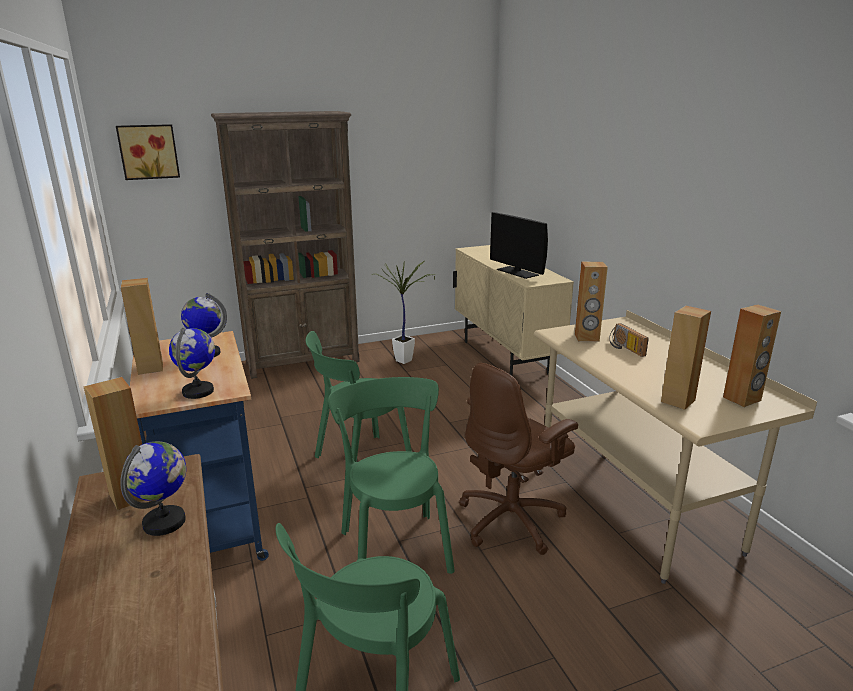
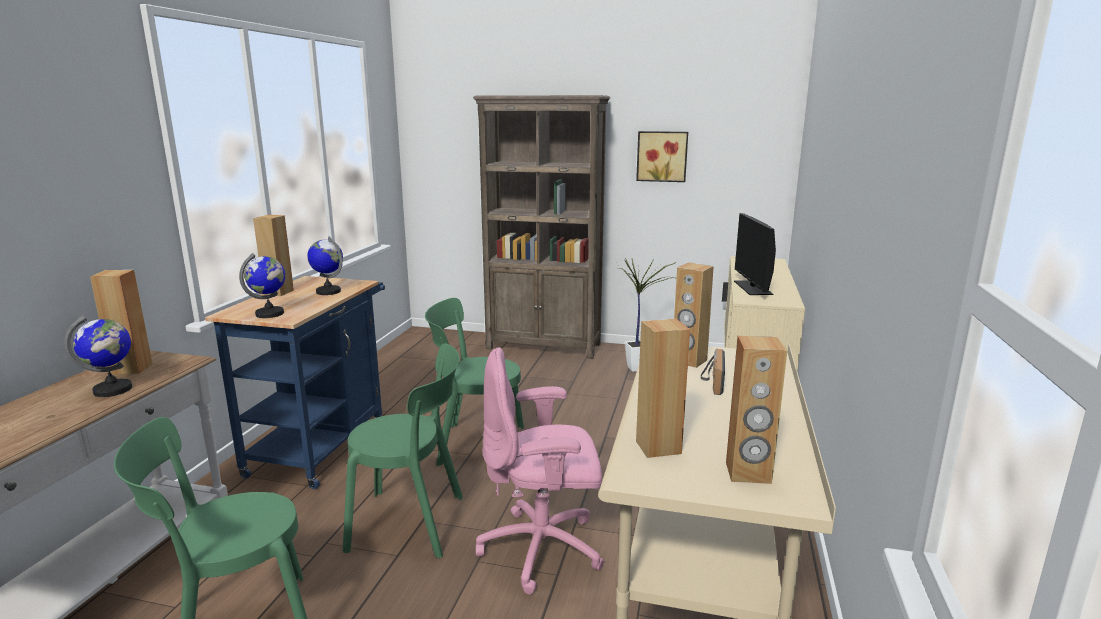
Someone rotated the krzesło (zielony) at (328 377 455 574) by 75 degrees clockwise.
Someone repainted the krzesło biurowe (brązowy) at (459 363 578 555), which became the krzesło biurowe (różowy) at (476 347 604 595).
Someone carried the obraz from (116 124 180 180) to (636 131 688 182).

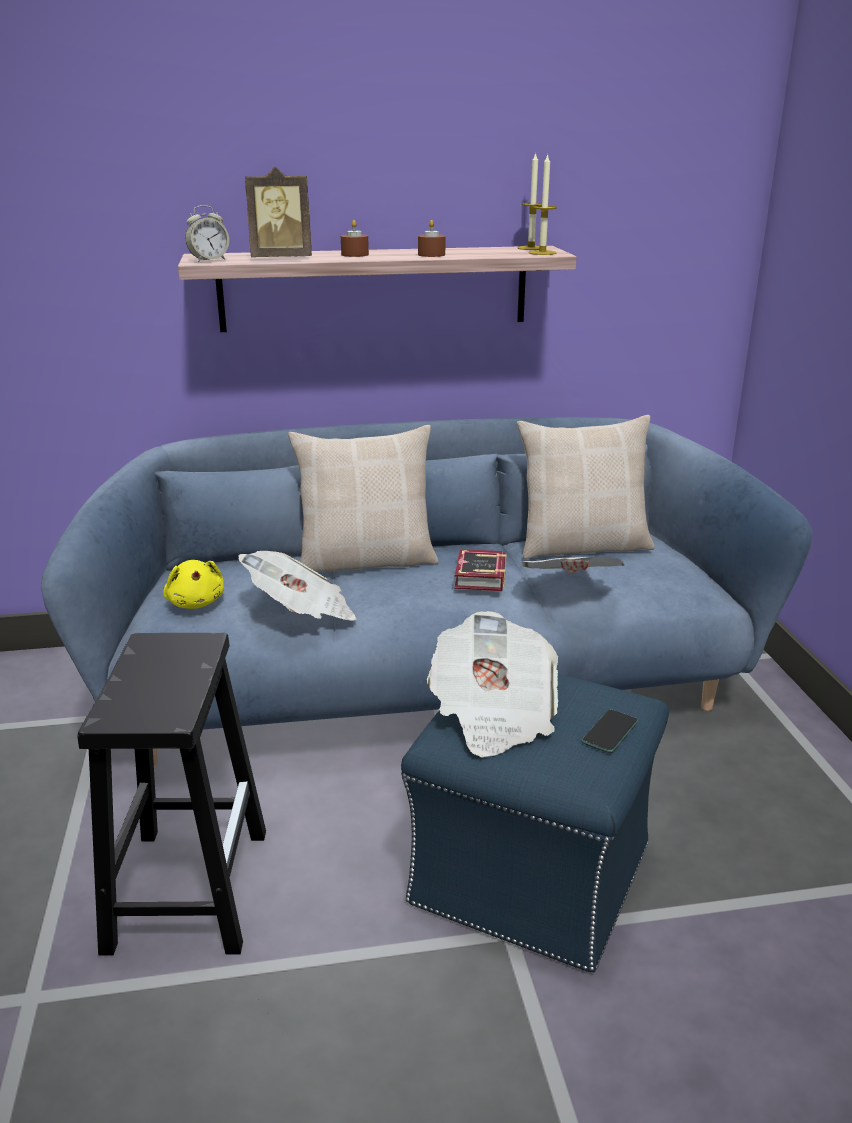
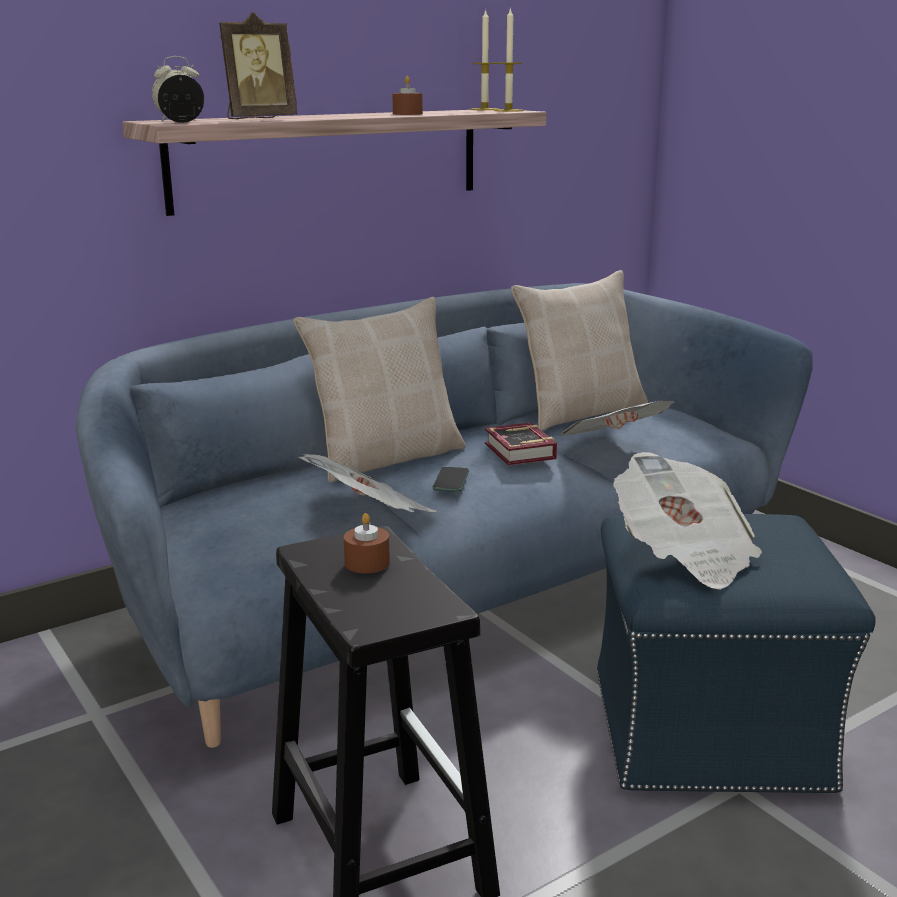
Someone rotated the budzik at (185 205 229 262) by 150 degrees counterclockwise.
Someone carried the świeca (brązowy) from (341 220 369 257) to (344 513 390 574).
Someone carried the telefon from (582 709 638 753) to (432 467 469 492).
Someone took away the pluszak (żółty) at (163 560 224 609).

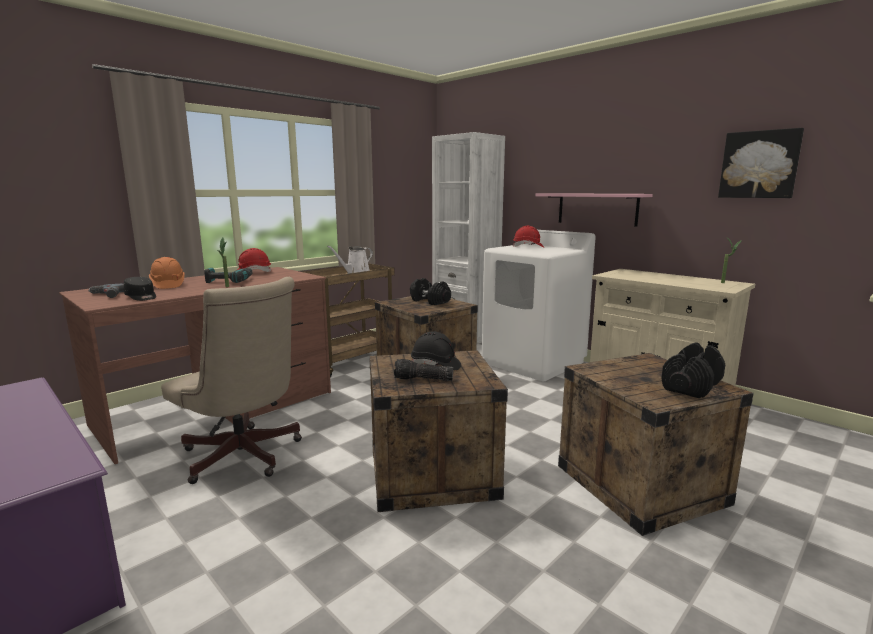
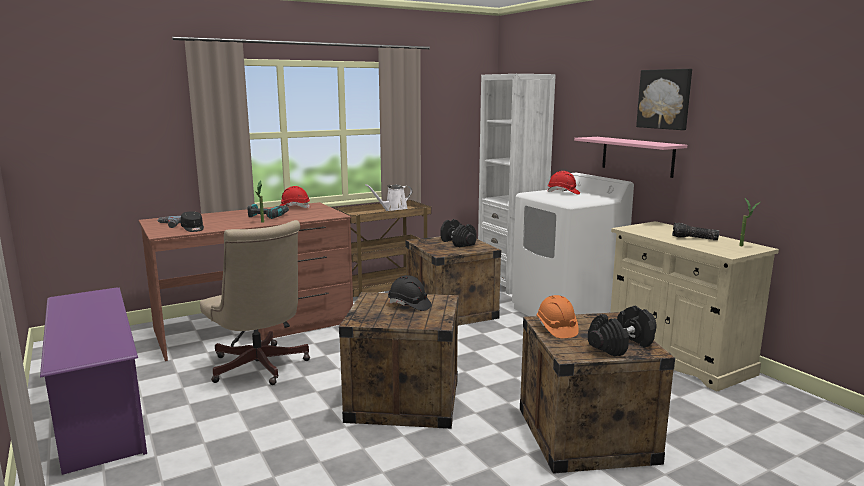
Someone carried the kask (pomarańczowy) from (149 257 185 289) to (536 295 579 338).
Someone carried the obraz from (718 128 804 198) to (636 69 692 130).
Someone carried the latarka from (394 359 454 381) to (672 223 719 240).

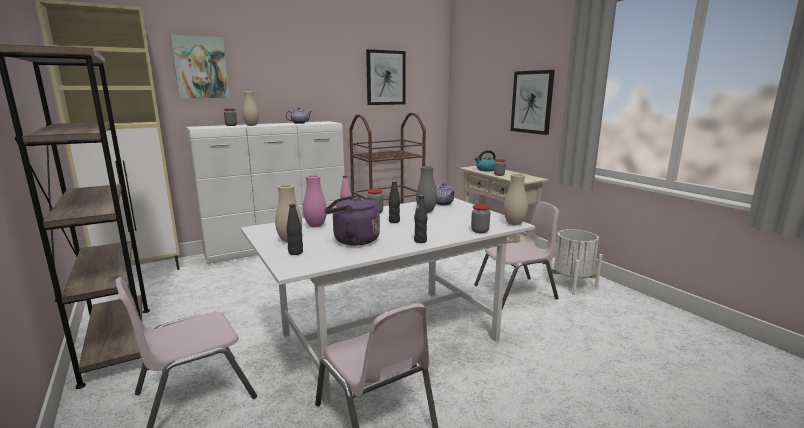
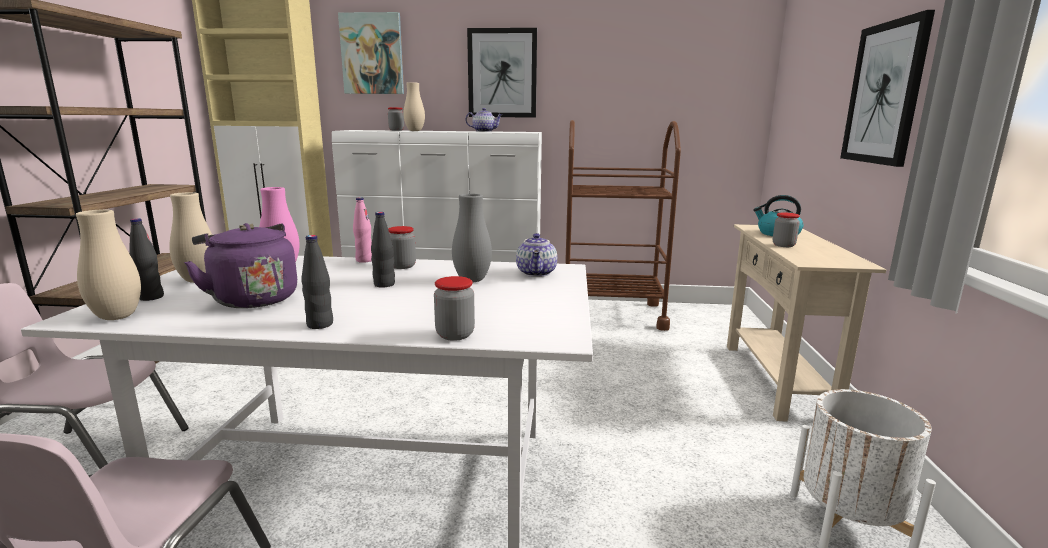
Someone carried the wazon (beżowy) from (504 174 528 225) to (76 209 141 320).
Someone carried the obraz from (366 49 406 105) to (467 28 537 118).
Someone took away the krzesło (różowy) at (474 202 559 309).

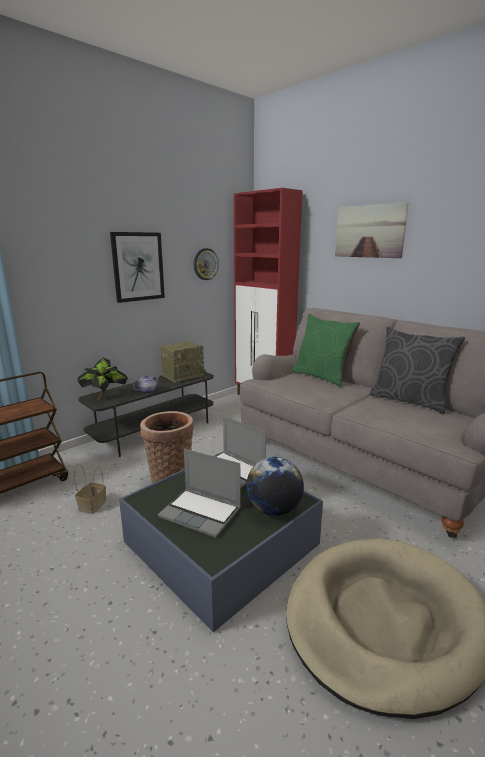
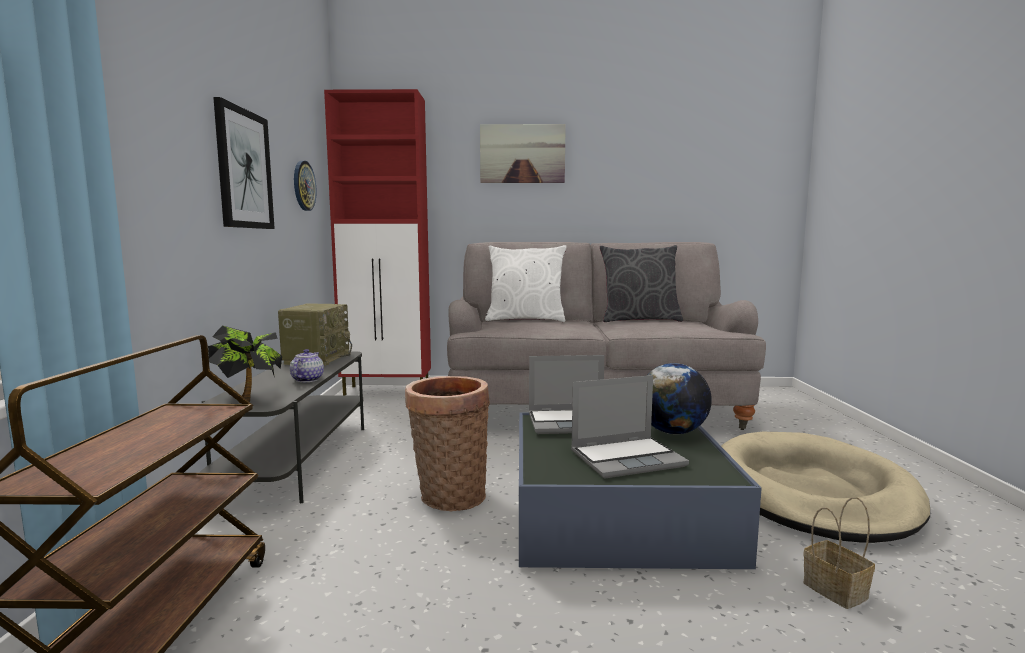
Someone repainted the poduszka (zielony) at (292 314 360 387), which became the poduszka (biały) at (485 245 567 322).
Someone carried the koszyk from (74 464 106 514) to (803 497 875 609).

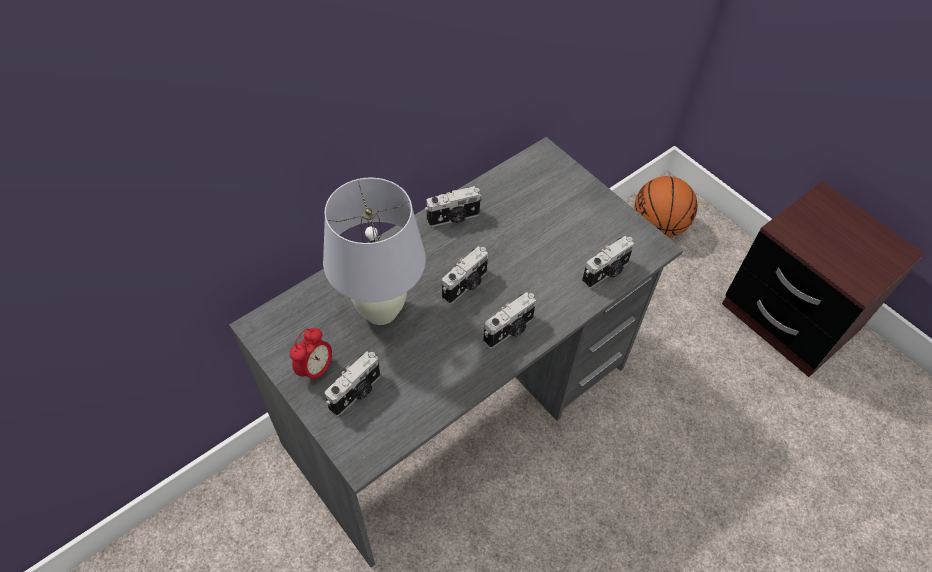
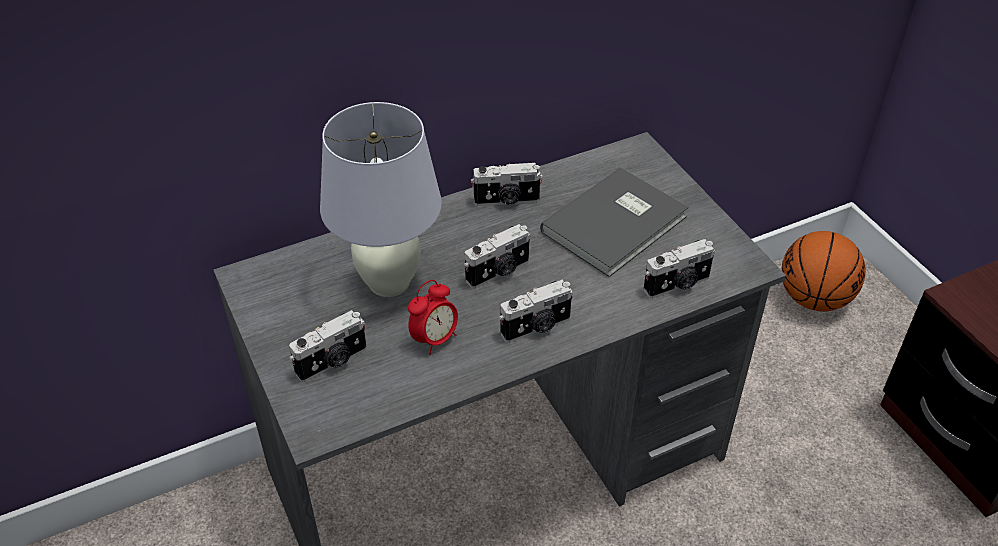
Someone carried the budzik from (290 328 333 385) to (408 280 458 355).
Someone put down the książka (szary) at (540 168 689 277).

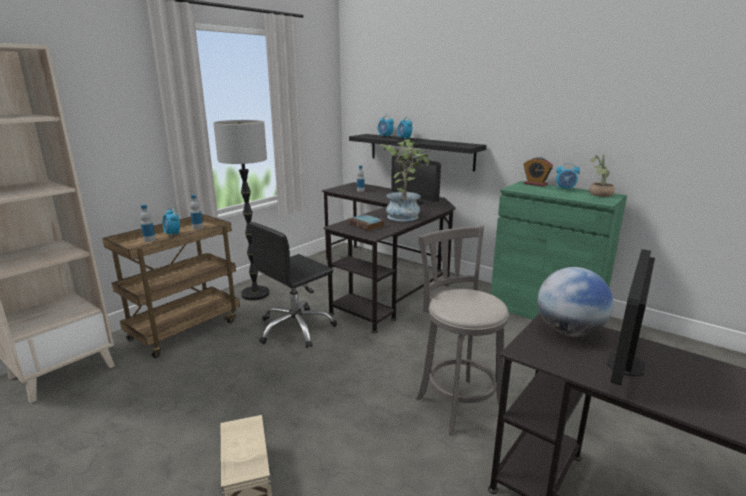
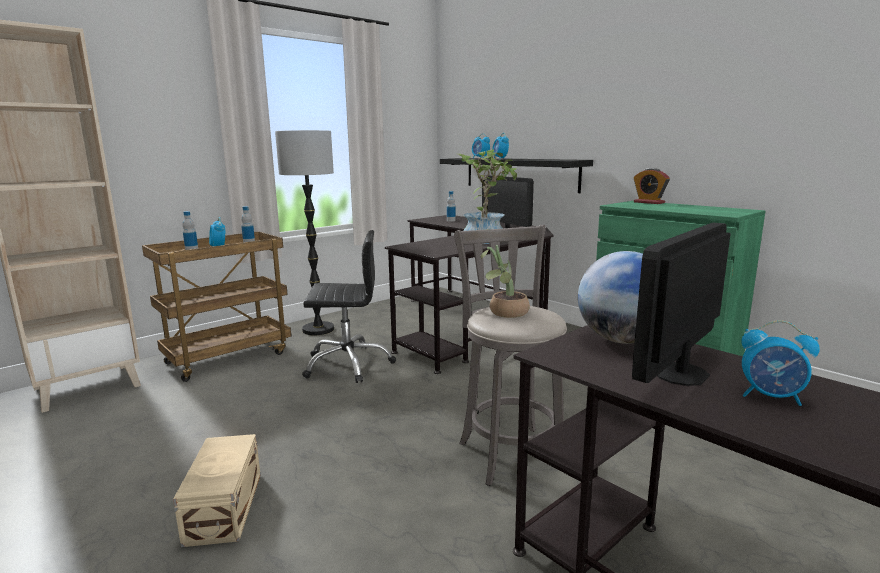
Someone rotated the krzesło biurowe (czarny) at (249 222 337 348) by 150 degrees counterclockwise.
Someone carried the roślina doniczkowa from (589 154 615 197) to (480 245 530 318).
Someone carried the budzik from (556 163 580 191) to (741 320 820 406).
Someone took away the książka at (348 214 385 231).

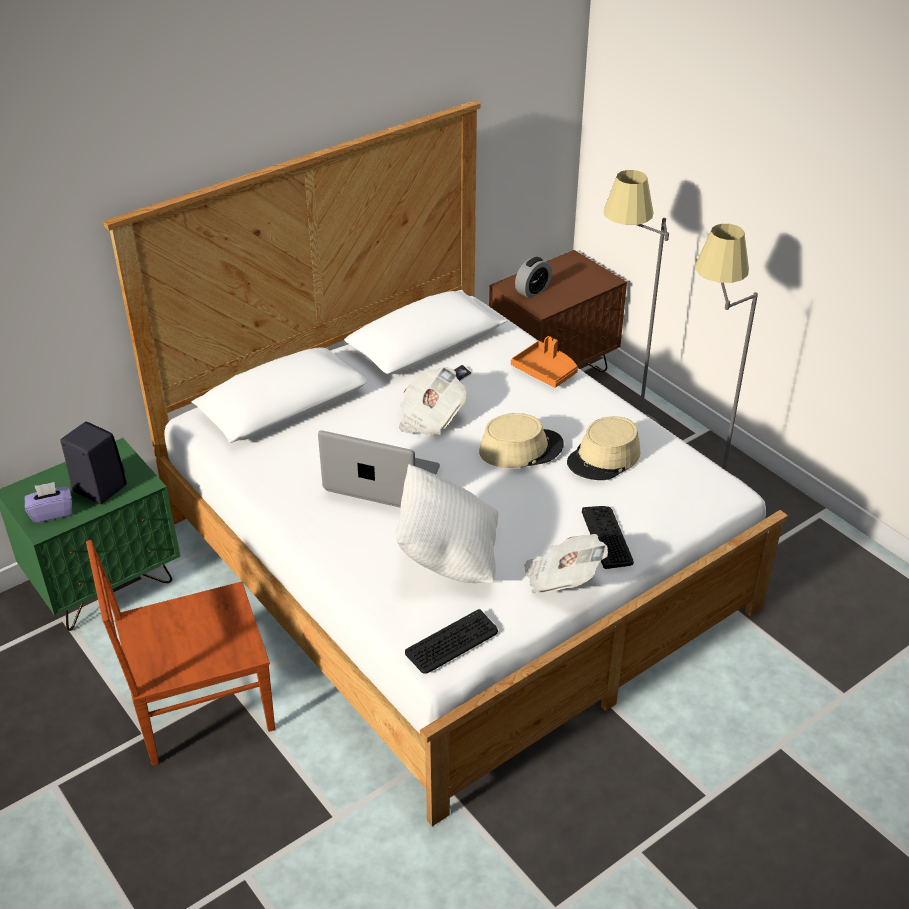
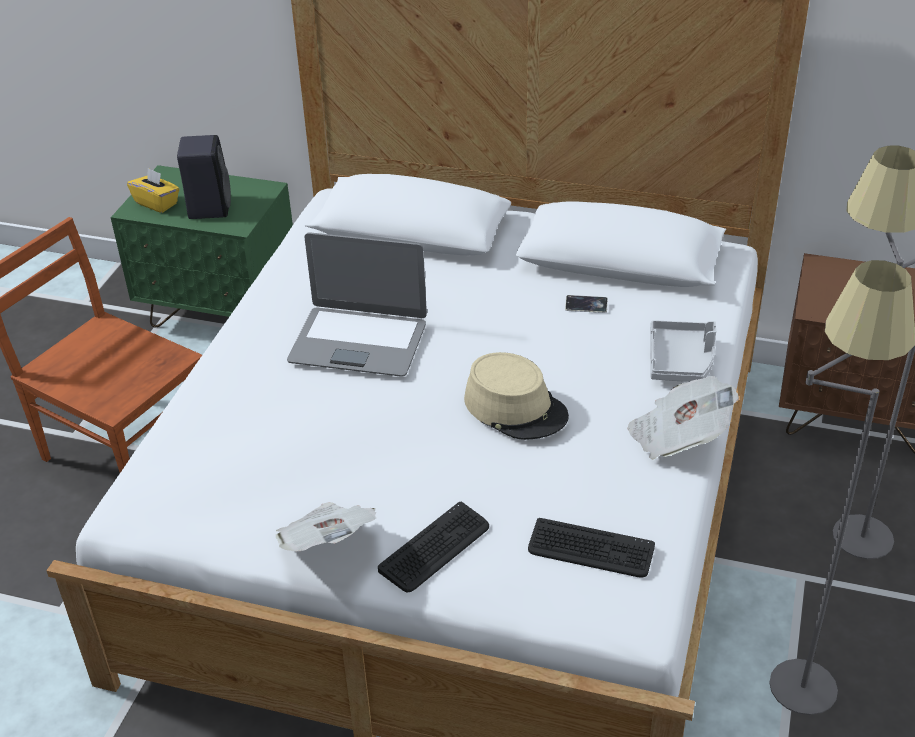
Someone repainted the pudełko chusteczek (fioletowy) at (25 482 72 523), which became the pudełko chusteczek (żółty) at (127 168 179 213).
Someone rotated the laptop at (318 430 440 508) by 120 degrees clockwise.
Someone carried the klawiatura from (405 609 498 674) to (528 518 655 578).
Someone carried the gazeta from (399 367 467 435) to (627 376 739 460).
Someone repainted the taca (pomarańczowy) at (511 336 578 388), which became the taca (szary) at (650 320 716 382).
Someone took away the poduszka (biały) at (395 464 499 583).
Someone took away the budzik at (515 257 552 299).
Someone took away the kapelusz (beżowy) at (567 416 641 480).

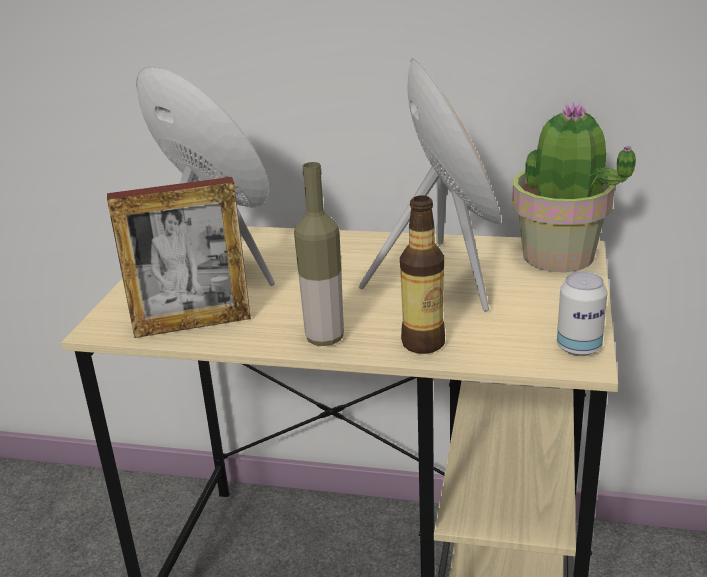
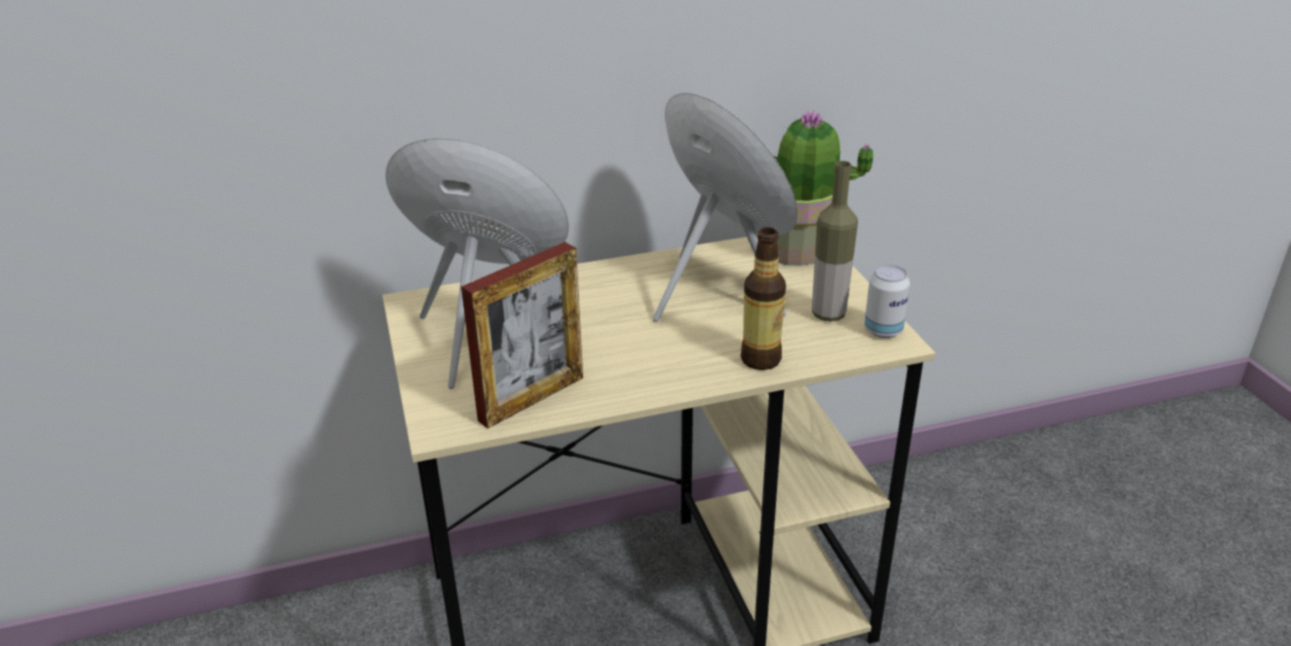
Someone carried the butelka from (294 162 344 346) to (812 161 858 322).

